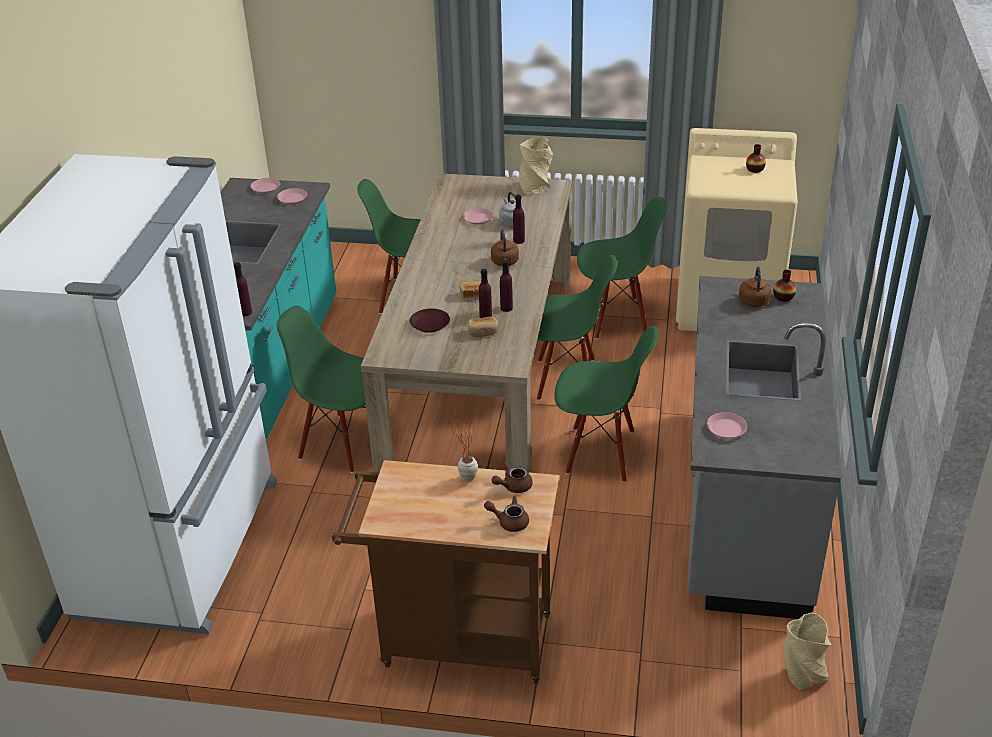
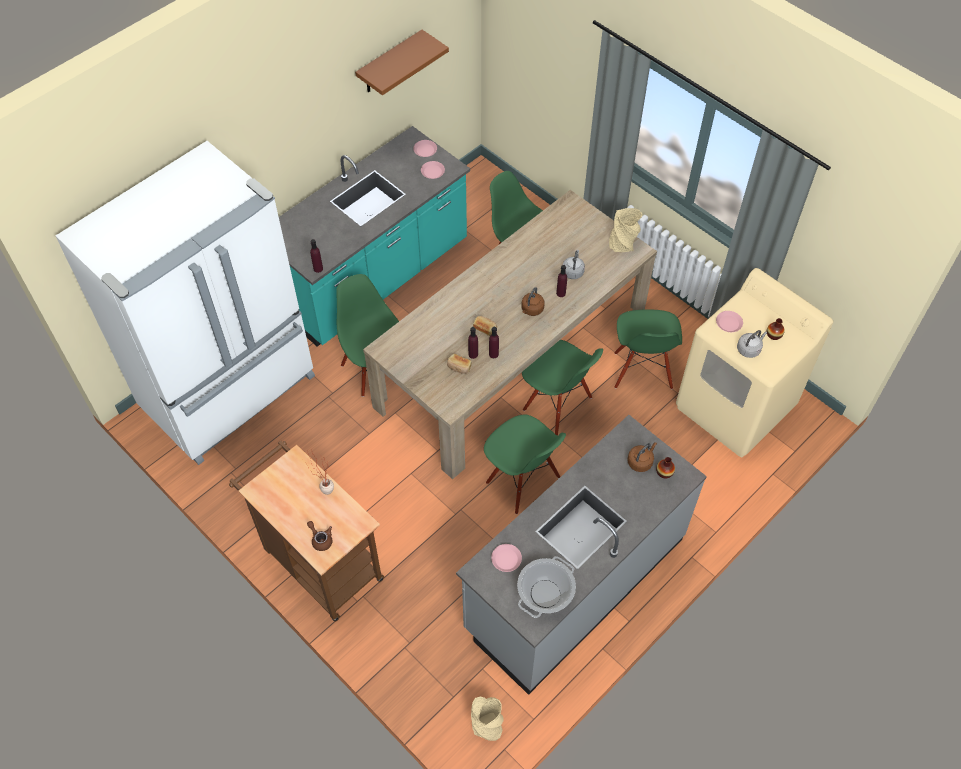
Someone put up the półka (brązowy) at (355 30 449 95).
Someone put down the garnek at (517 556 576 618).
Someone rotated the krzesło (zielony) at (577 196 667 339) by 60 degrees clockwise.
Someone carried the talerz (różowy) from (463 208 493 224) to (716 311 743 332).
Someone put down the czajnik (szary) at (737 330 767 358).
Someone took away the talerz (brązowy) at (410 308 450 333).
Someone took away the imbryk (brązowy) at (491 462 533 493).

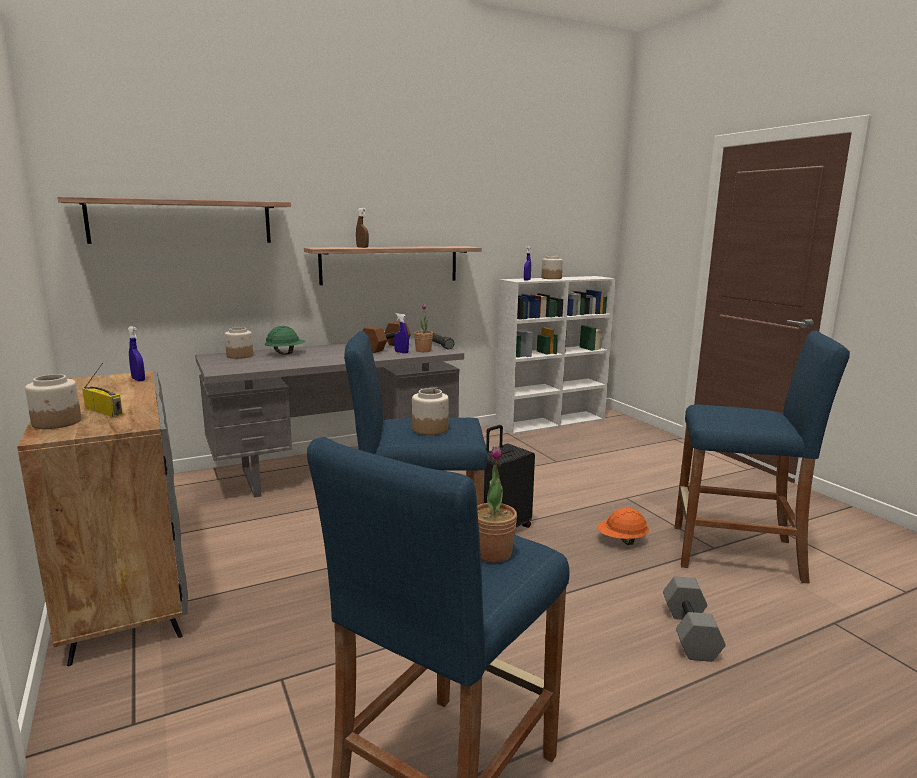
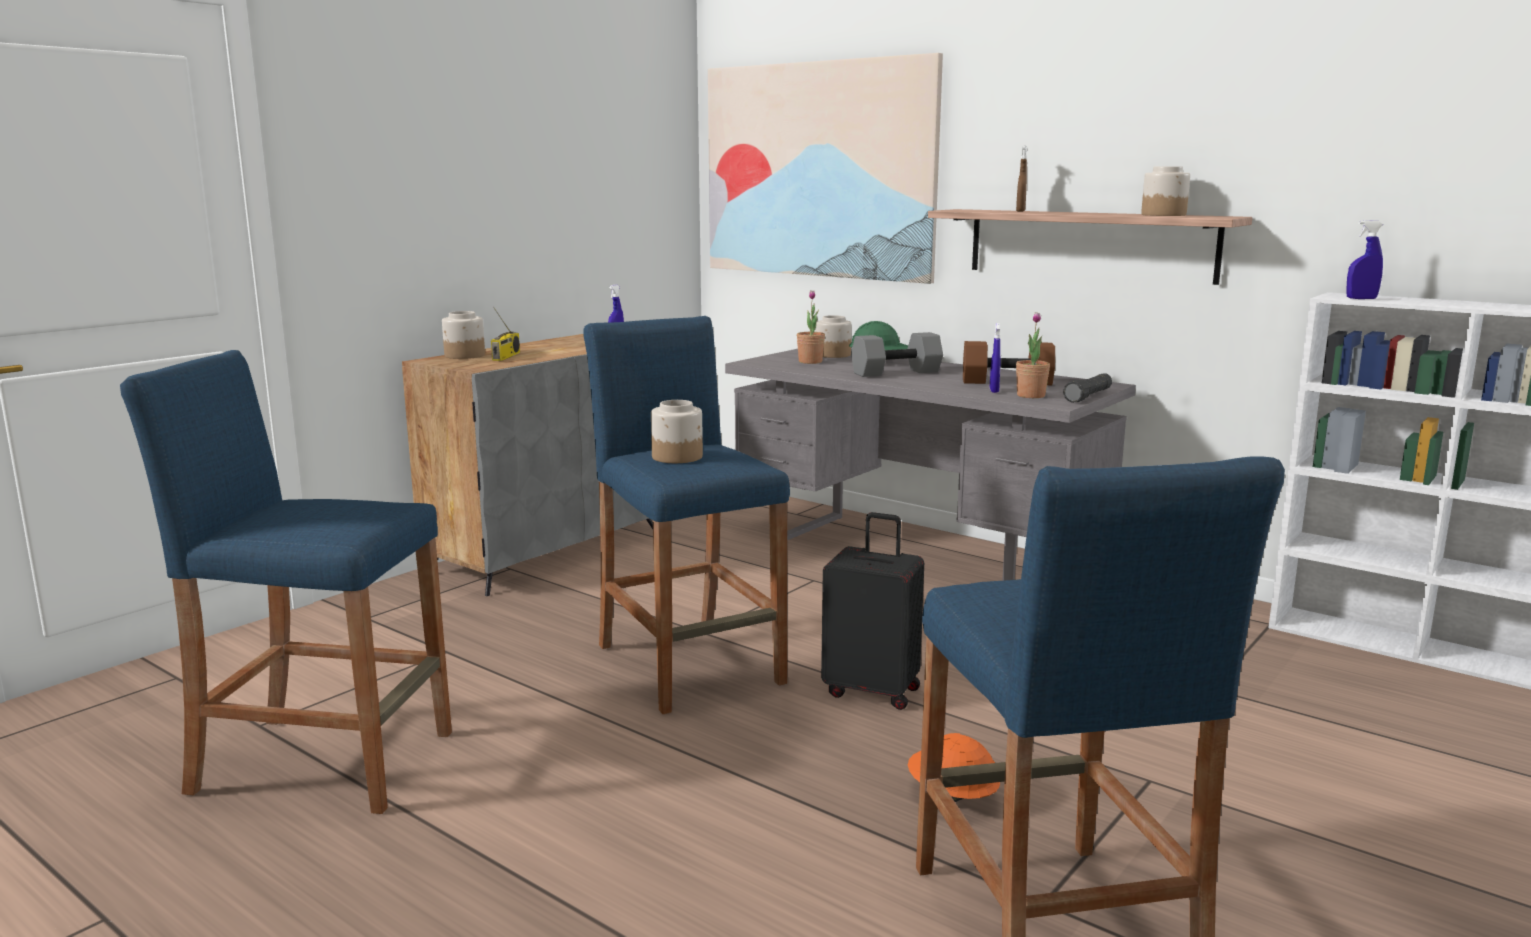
Someone swapped the półka at (57 197 291 244) for the obraz at (708 53 943 284).
Someone carried the roślina doniczkowa from (477 446 517 563) to (797 291 825 364).
Someone carried the hantel (szary) from (663 576 726 662) to (851 332 943 377).
Someone carried the słoik from (542 256 563 279) to (1141 166 1190 216).

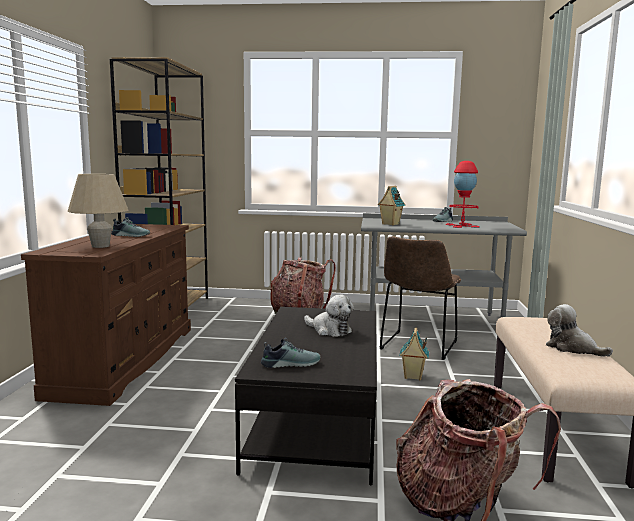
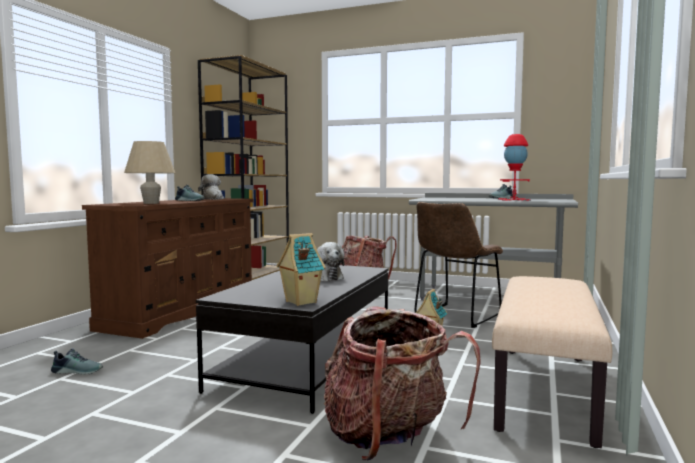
Someone carried the but from (261 338 320 368) to (51 348 103 375).
Someone carried the pluszak from (546 304 613 357) to (198 174 224 200).
Someone carried the domek from (378 186 405 225) to (277 233 326 306).

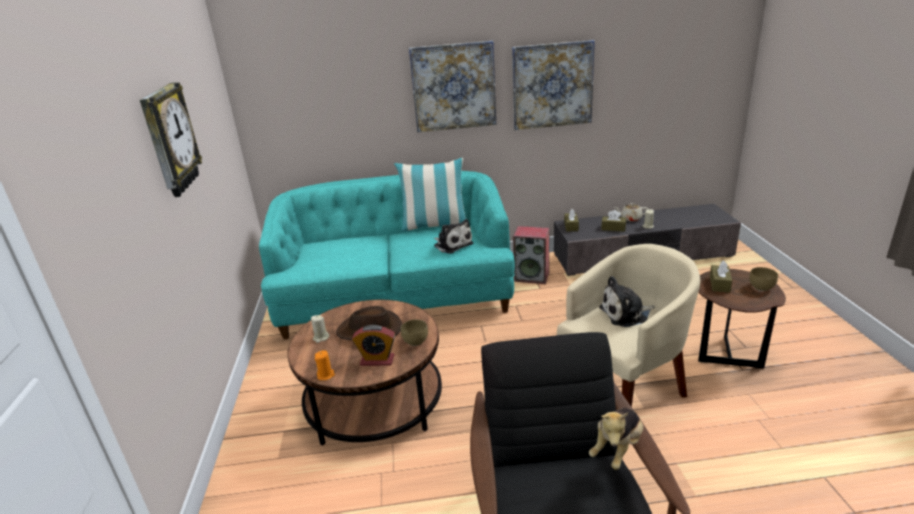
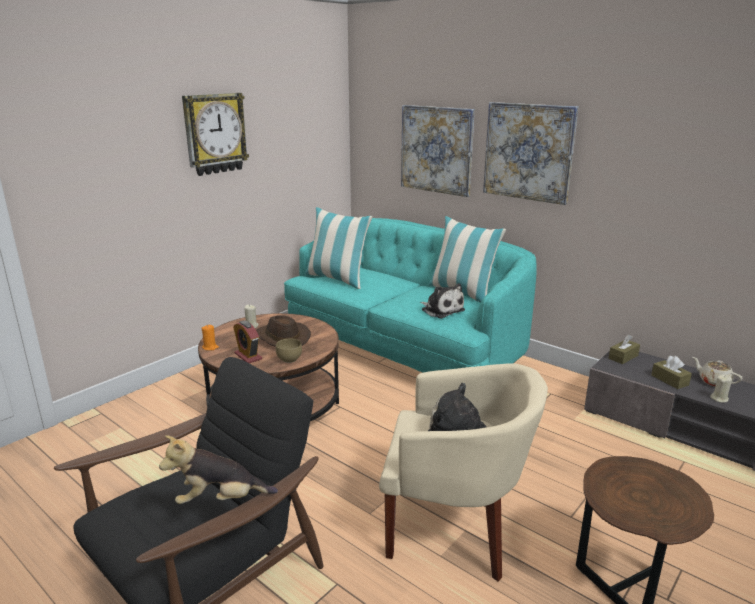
Someone put down the poduszka at (305 207 372 289).
Someone carried the obraz from (512 40 595 130) to (401 105 475 197).
Someone rotated the pluszak at (434 219 474 254) by 45 degrees counterclockwise.
Someone took away the głośnik at (513 226 549 284).
Someone took away the pudełko chusteczek (brązowy) at (710 261 732 293).
Someone took away the miska (brązowy) at (749 267 778 291).

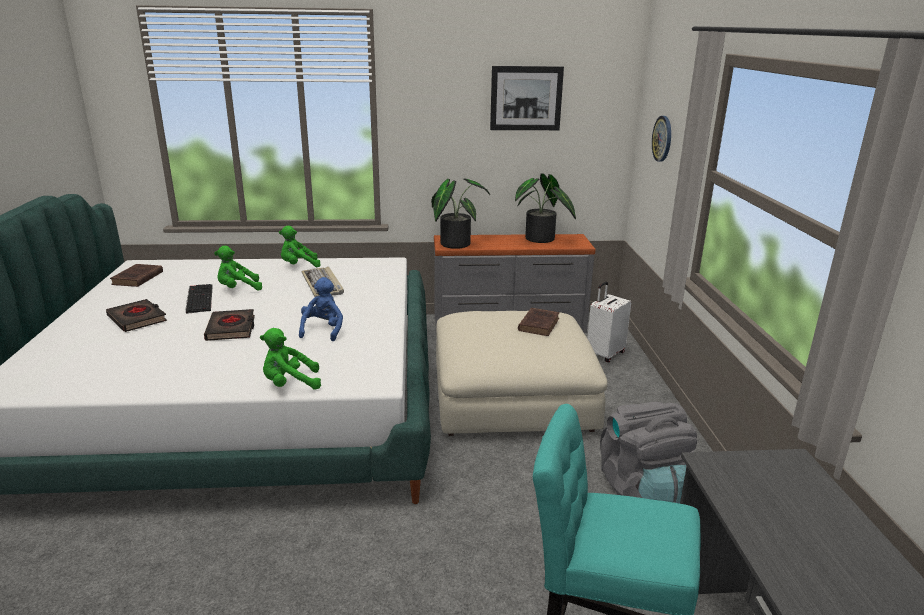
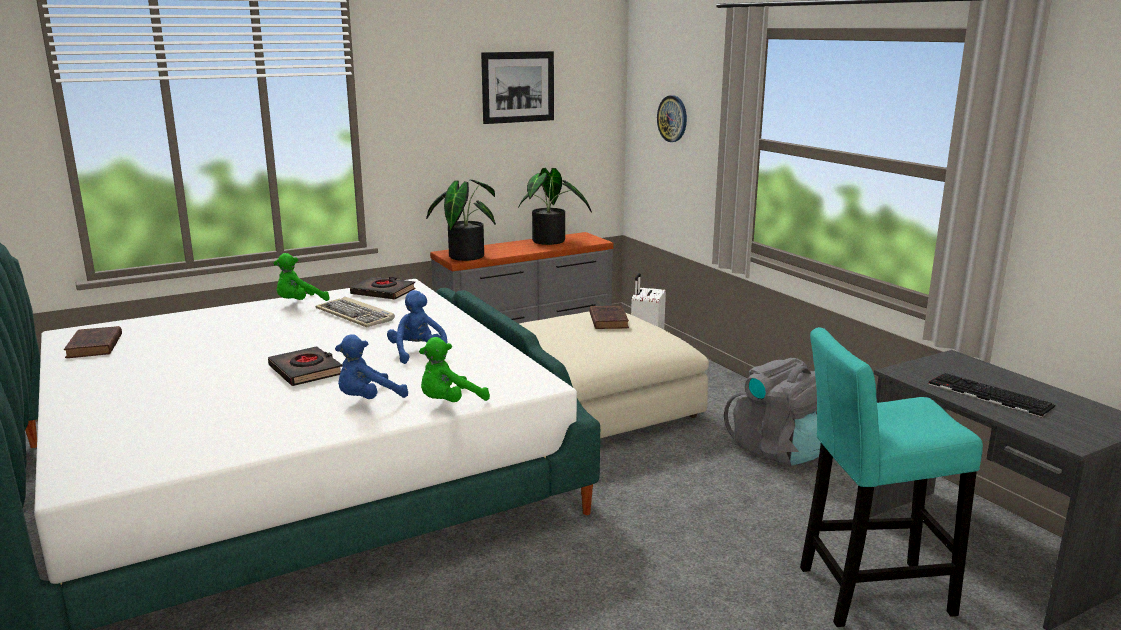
Someone put down the pluszak (niebieski) at (335 334 408 399).
Someone carried the książka (czarny) from (106 299 167 332) to (350 277 416 299).
Someone carried the klawiatura from (185 284 213 314) to (929 373 1055 418).
Someone took away the pluszak (zielony) at (214 246 262 291).

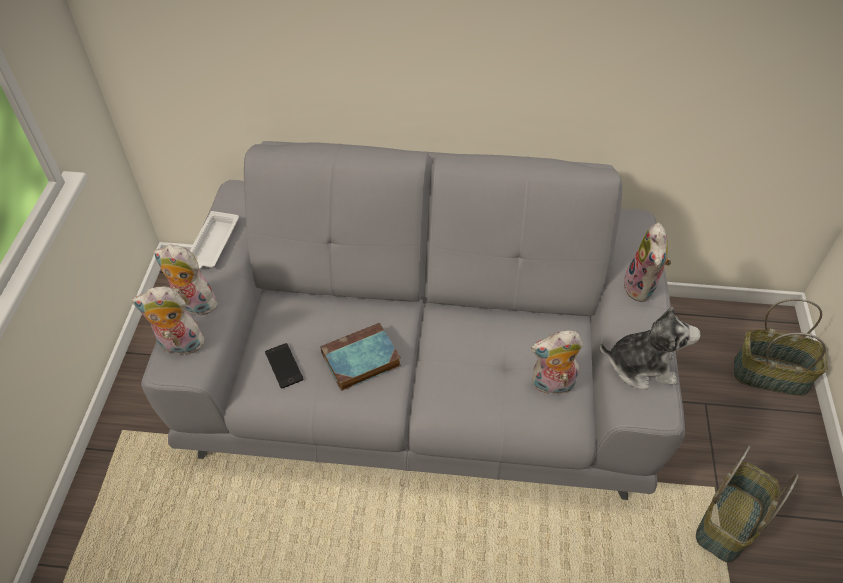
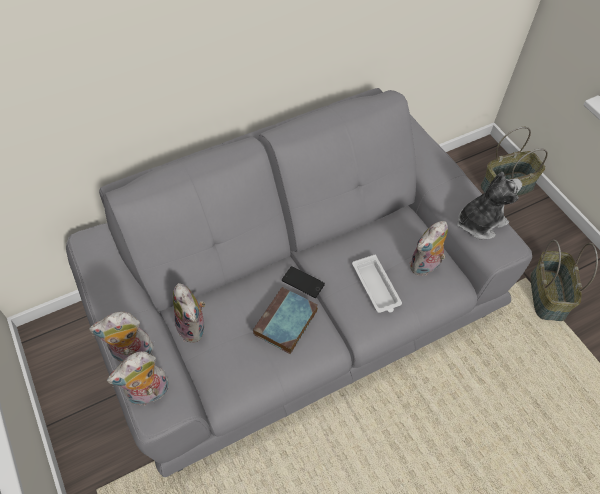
Someone carried the pluszak from (623 223 672 302) to (173 283 205 343).
Someone carried the telefon from (265 343 304 389) to (282 266 325 298).
Someone carried the taca (biały) from (190 211 239 269) to (352 255 402 313).

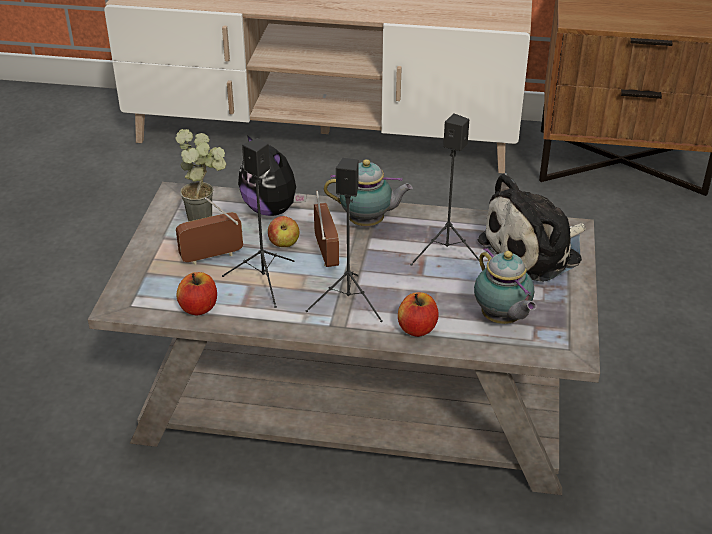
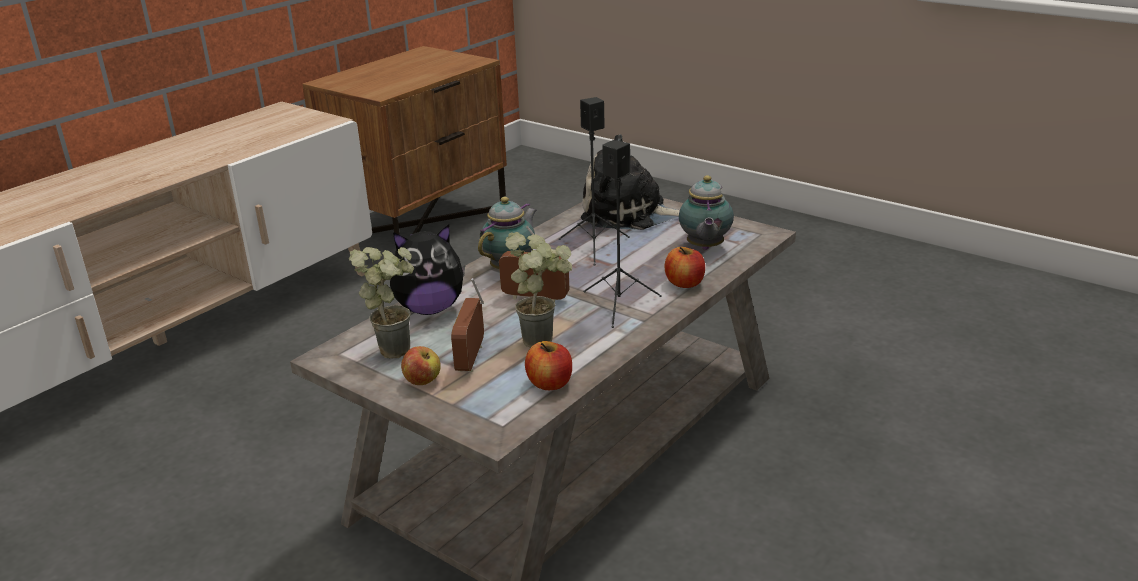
Someone carried the jabłko from (268 216 299 247) to (401 346 441 385).
Someone swapped the głośnik (czarny) at (222 138 294 308) for the roślina doniczkowa at (505 232 572 348).
Someone rotated the pluszak at (478 173 586 282) by 105 degrees clockwise.
Someone rotated the imbryk at (474 247 537 324) by 90 degrees clockwise.

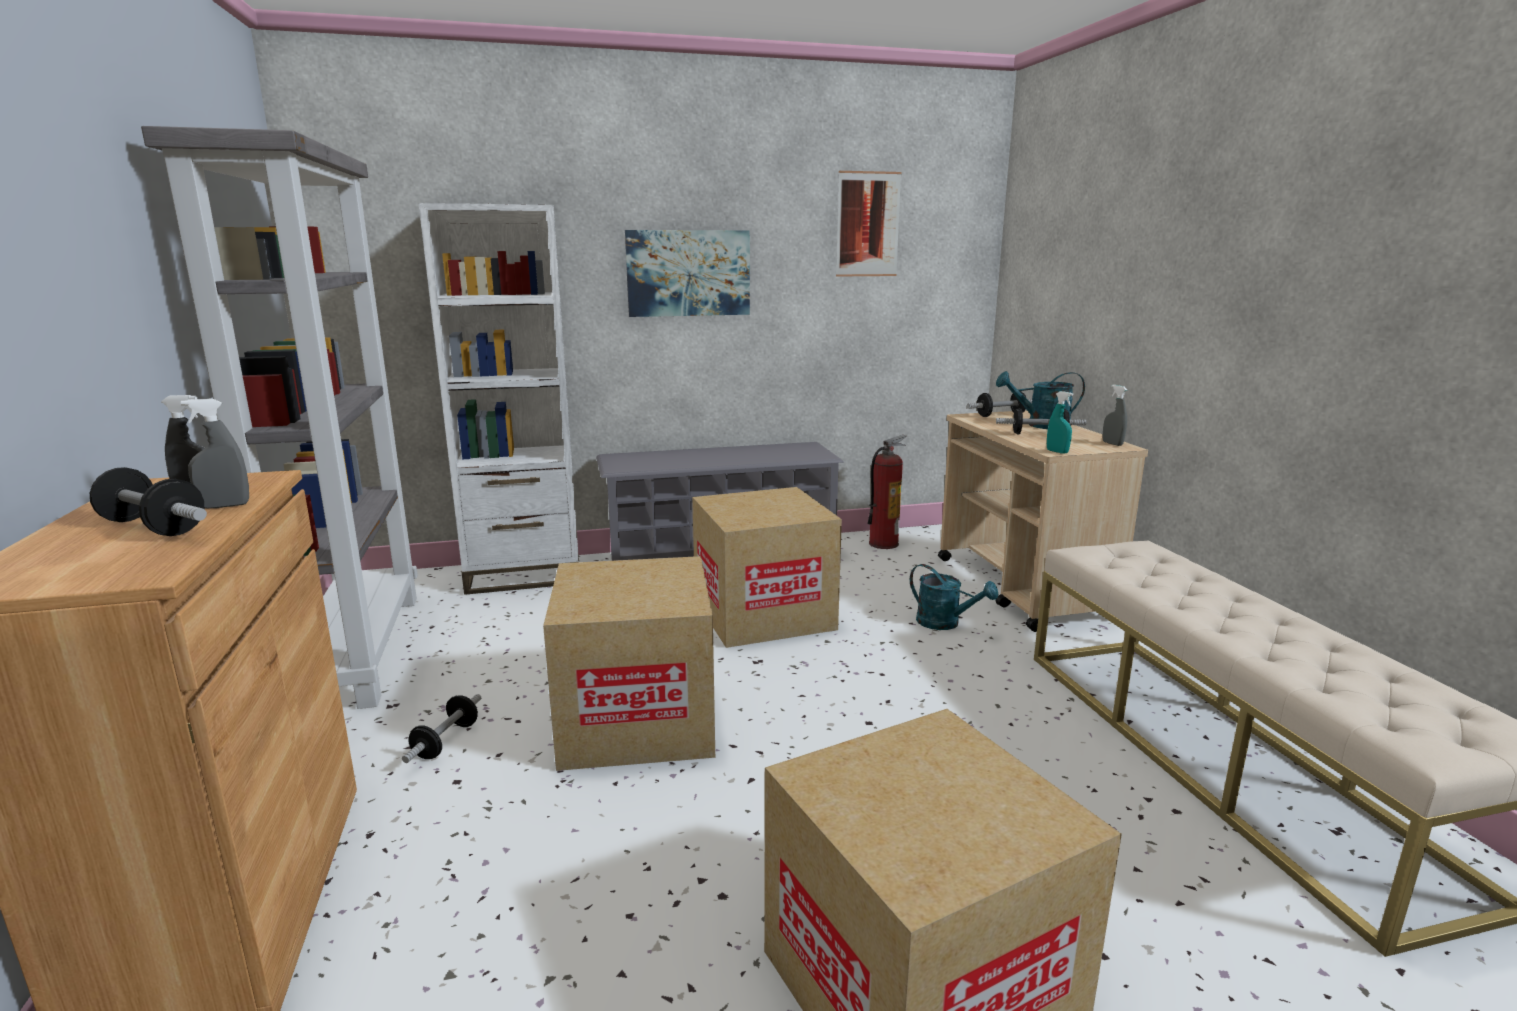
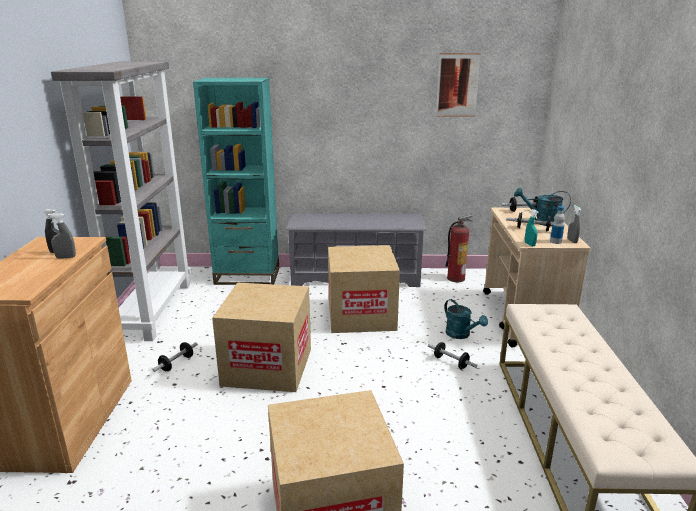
Someone repainted the regał (biały) at (419 203 579 595), which became the regał (turkusowy) at (193 78 279 285).
Someone carried the hantel from (90 467 207 536) to (428 342 477 369).
Someone put down the butelka at (550 206 565 244).
Someone took away the obraz at (625 230 750 317).

